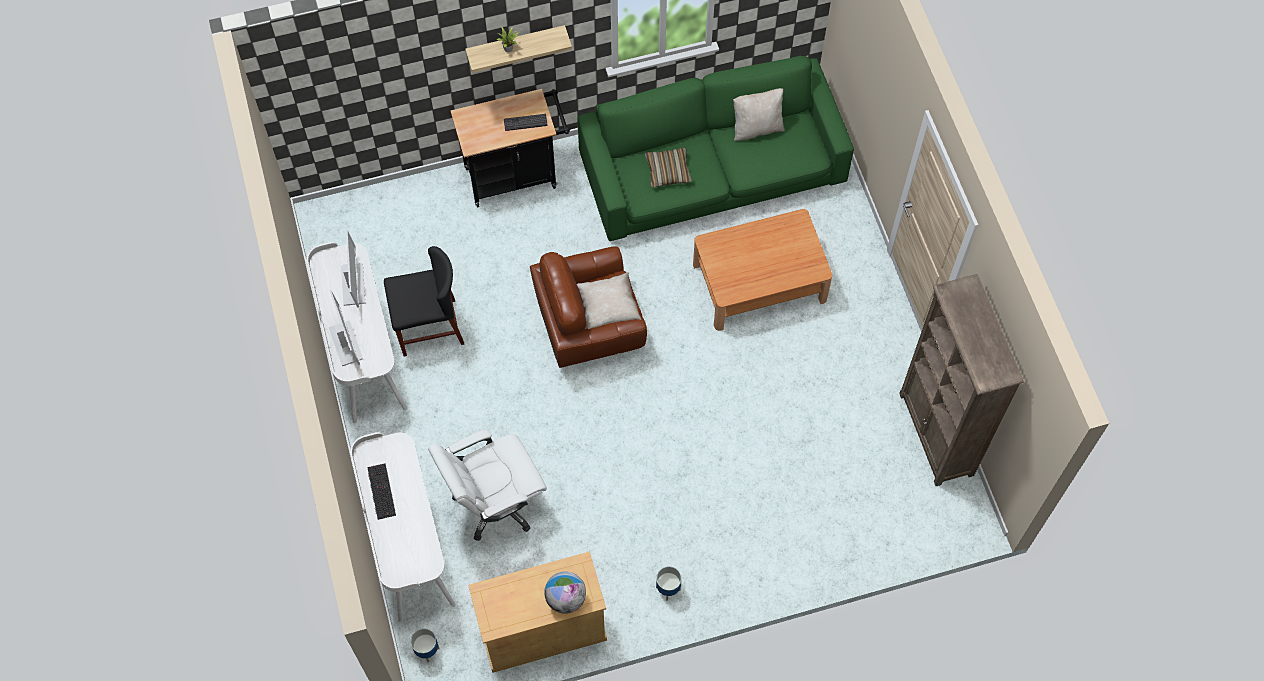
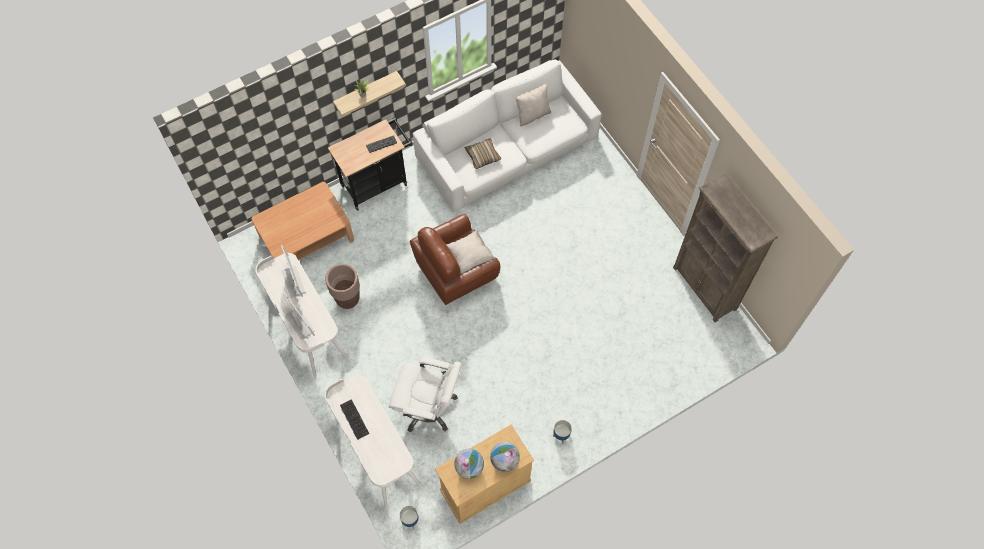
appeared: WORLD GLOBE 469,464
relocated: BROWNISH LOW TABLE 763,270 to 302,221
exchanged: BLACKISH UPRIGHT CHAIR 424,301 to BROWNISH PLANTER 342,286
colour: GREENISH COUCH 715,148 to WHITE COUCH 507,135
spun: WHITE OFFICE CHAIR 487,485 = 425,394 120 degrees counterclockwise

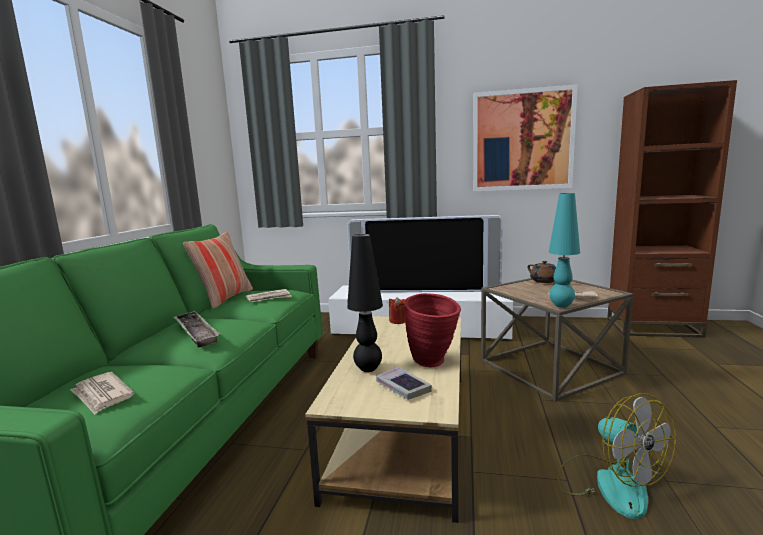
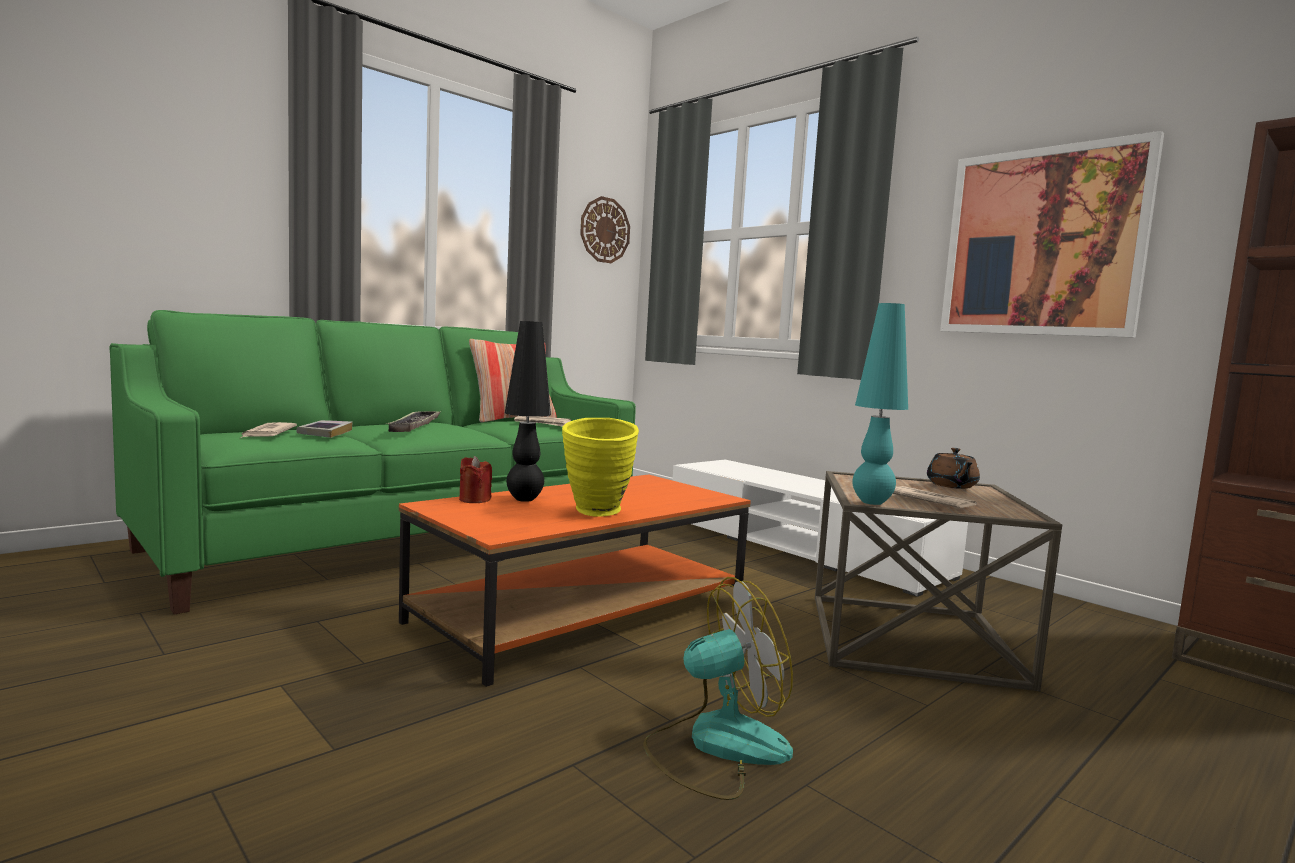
missing: TV 425,253
appeared: HANGING CLOCK 605,229
relocated: BOOK 404,383 to 324,429; REDDISH CANDLE 397,310 to 475,479
colour: SAND-COLOURED LOW TABLE 383,419 to ORANGEY LOW TABLE 575,580; REDDISH FLOWER VASE 433,330 to YELLOW FLOWER VASE 600,467
spun: COOLING FAN 616,456 = 718,688 120 degrees counterclockwise

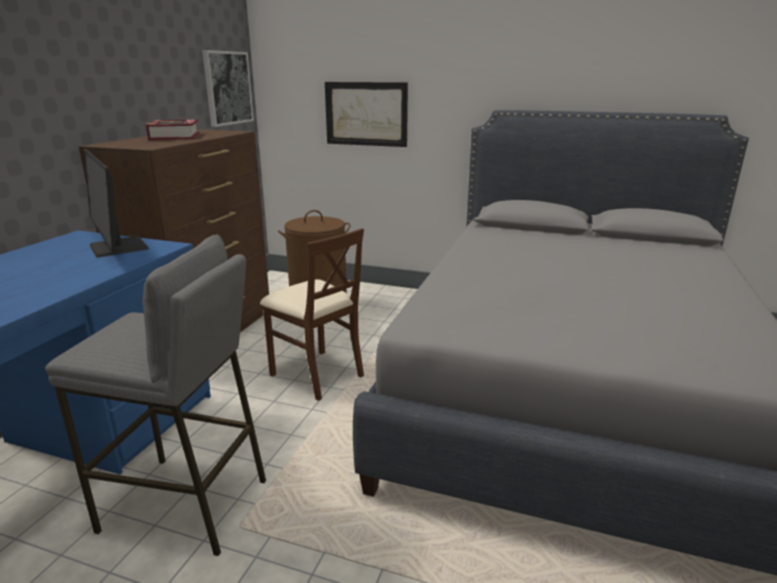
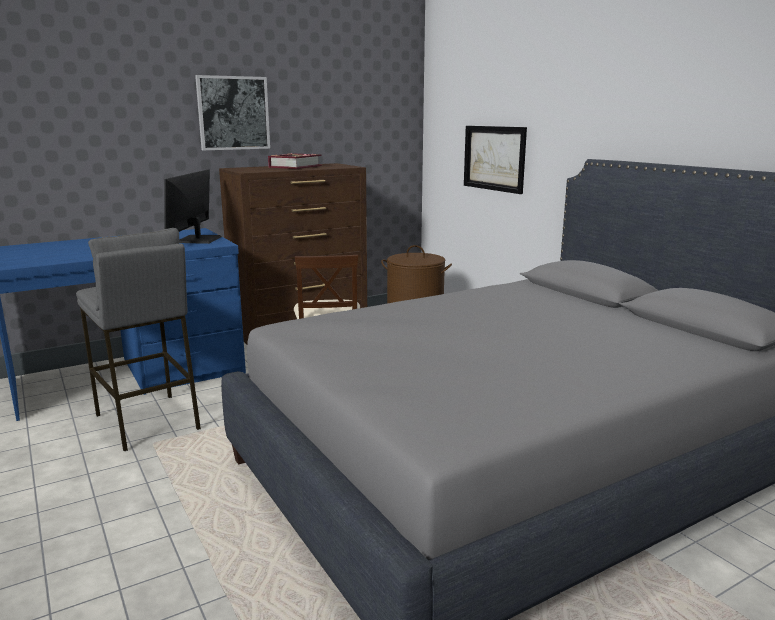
relocated: WALL ART 228,88 to 232,112

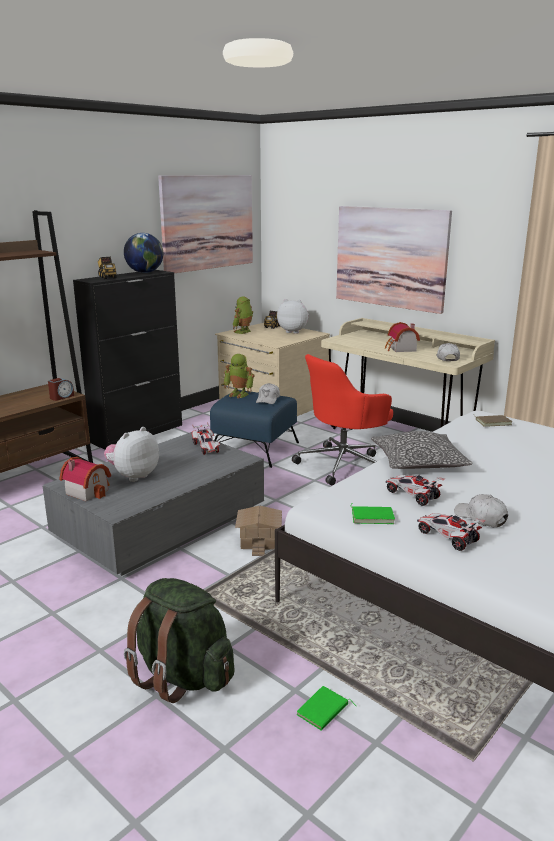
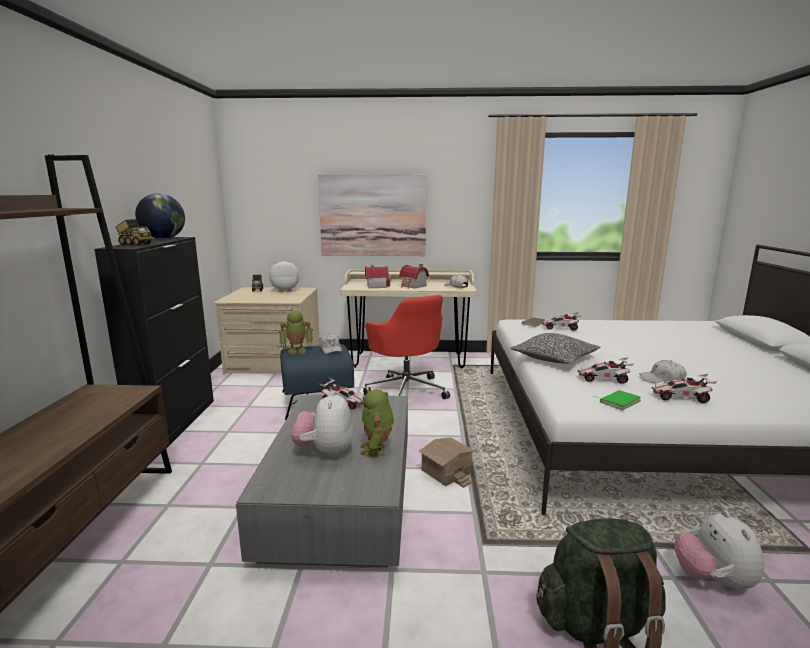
missing: ALARM CLOCK 61,389; WALL ART 205,224
appeared: MINIATURE CAR 562,321
relocated: MODEL HOUSE 85,479 to 377,276; ROBOT FIGURE 243,315 to 377,423
exchanged: GREENISH BOOK 326,708 to CUDDLY TOY 719,550
spun: REDDISH OFFICE CHAIR 342,419 = 406,347 45 degrees counterclockwise

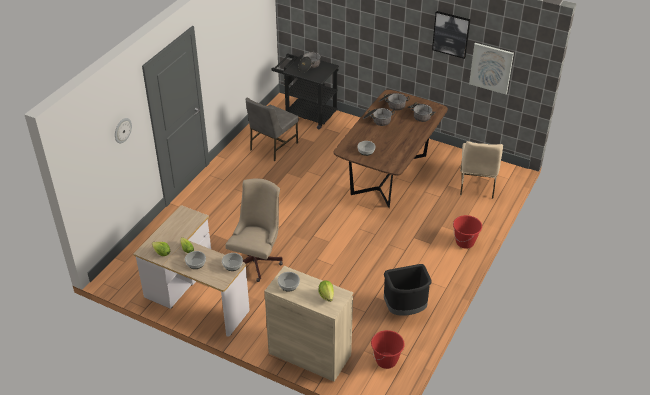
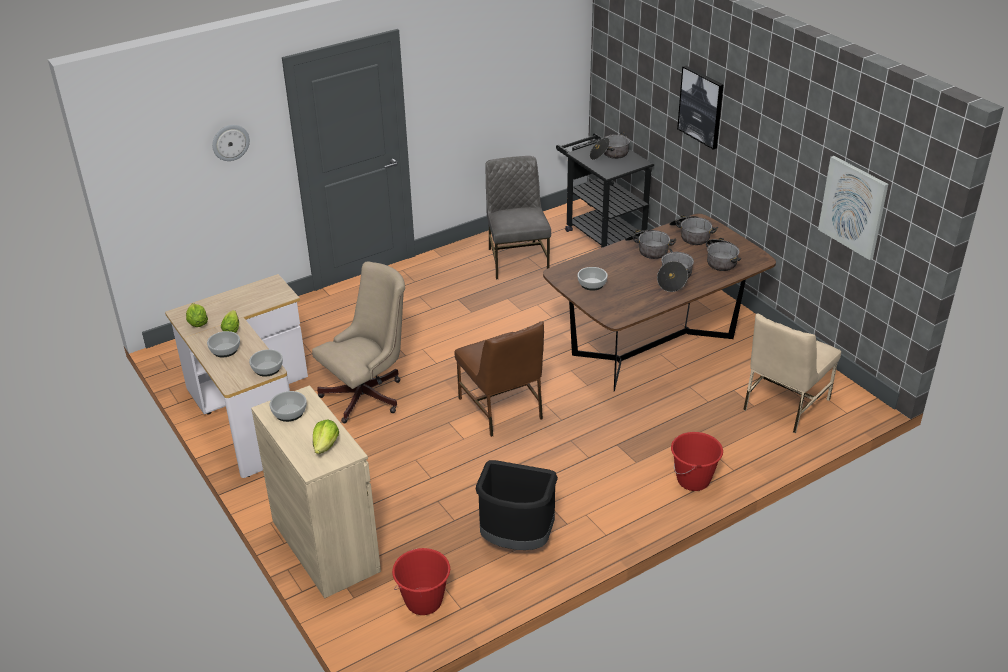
appeared: BROWNISH UPRIGHT CHAIR 499,379; COOKING POT 675,270
relocated: WALL ART 451,35 to 700,108
spun: GREY UPRIGHT CHAIR 272,129 = 518,217 105 degrees clockwise

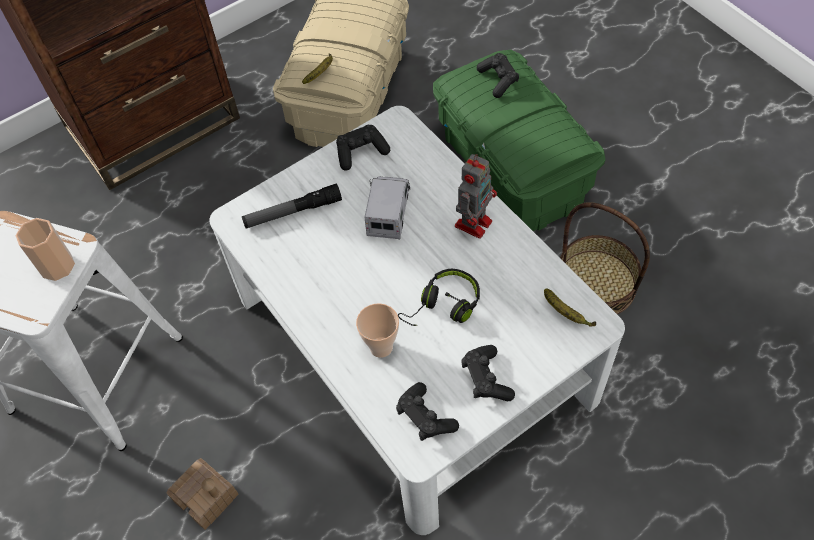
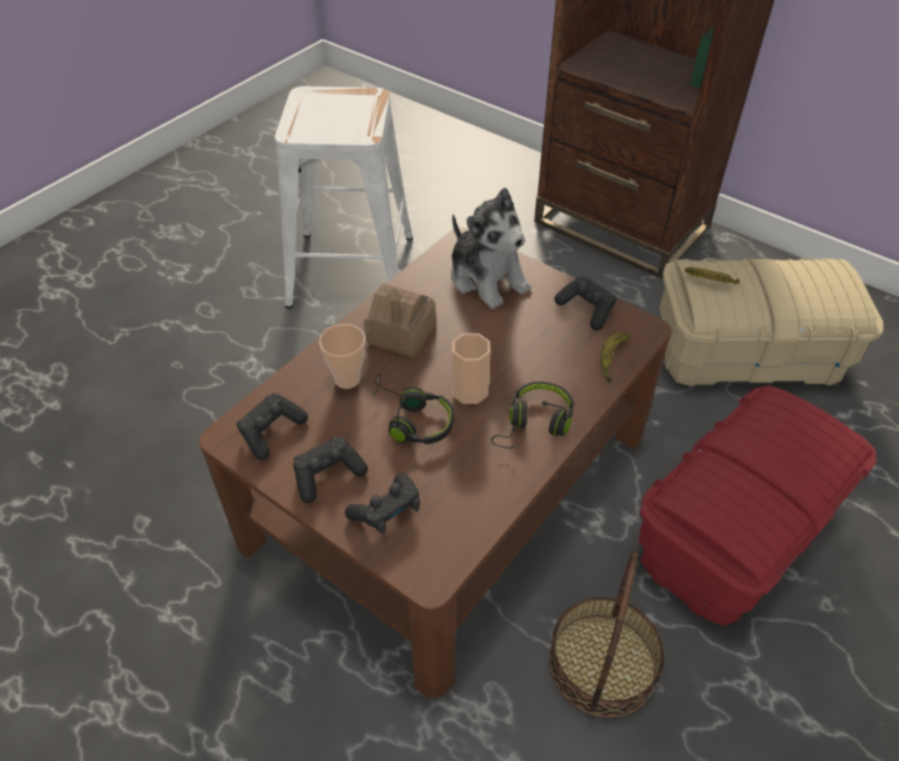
missing: TOY TRUCK 387,208
relocated: SMALL CUP 45,249 to 471,368; MODEL HOUSE 202,494 to 400,320; BLACKISH JOYPAD 498,75 to 382,503; BANANA FRUIT 570,308 to 615,357
exchanged: HAND TORCH 292,206 to CUDDLY TOY 491,248; ROBOT FIGURE 476,196 to BLACKISH HEADPHONES 532,415
colour: WHITE LOW TABLE 417,320 to BROWNISH LOW TABLE 435,463; GREENISH STORAGE BOX 519,140 to REDDISH STORAGE BOX 757,505

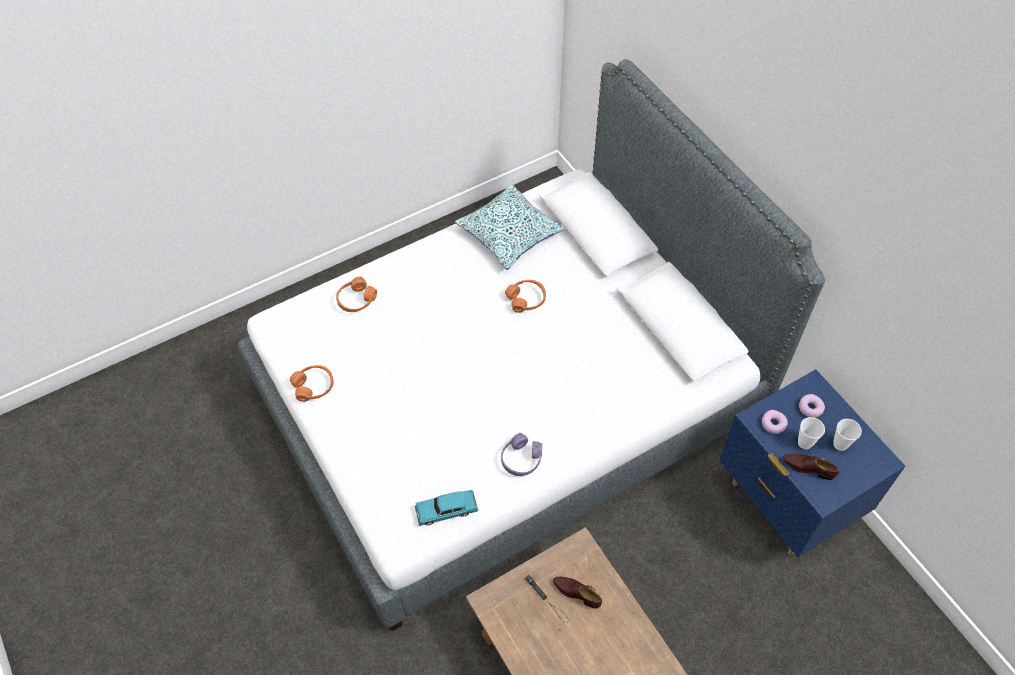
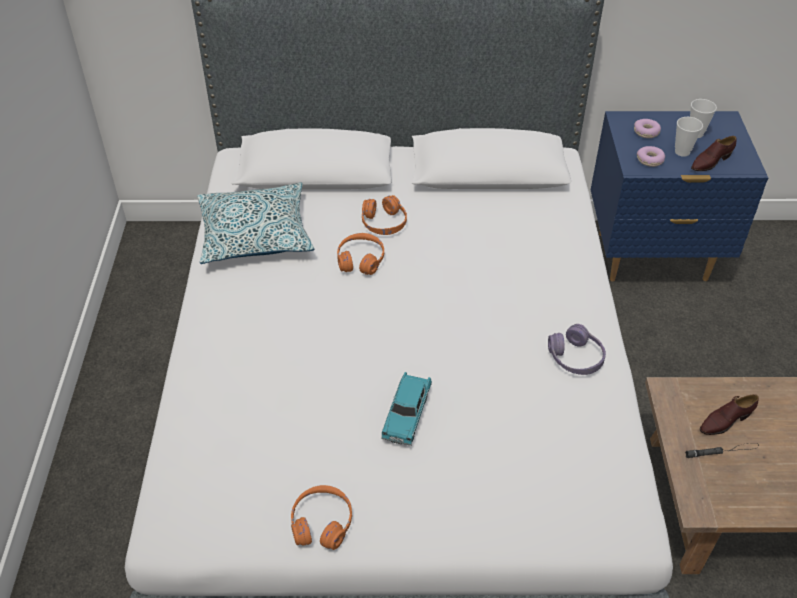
relocated: ORANGEY HEADPHONES 356,294 to 384,215; BLUE-GREEN MINIATURE CAR 446,508 to 406,409

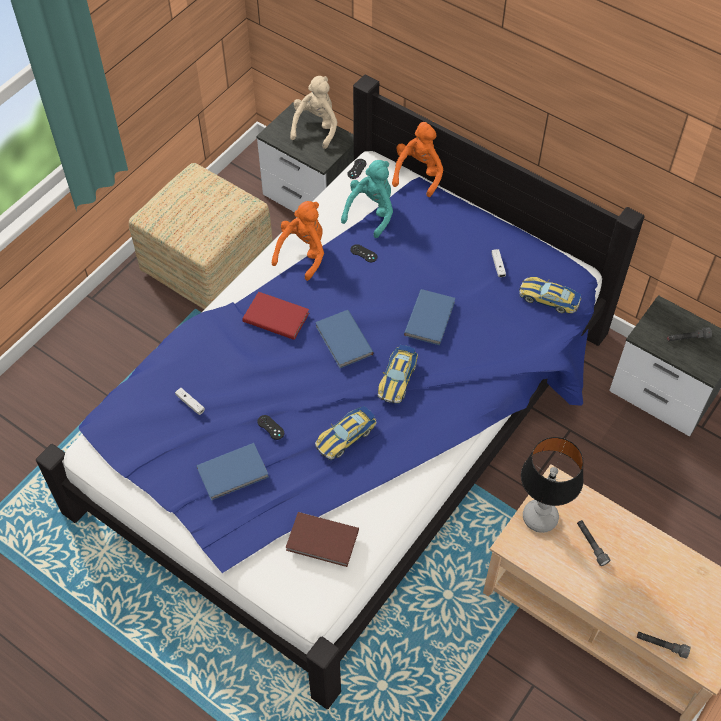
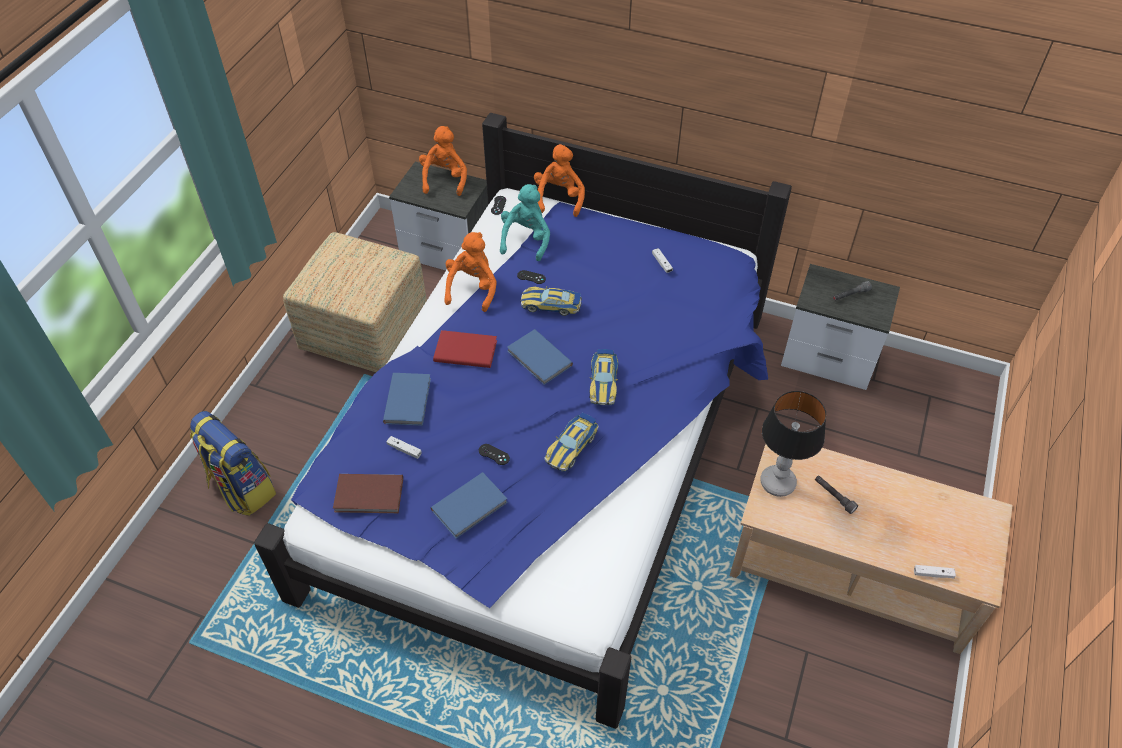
appeared: BACKPACK 233,463
relocated: BROWNISH BOOK 322,539 to 368,493; BLUISH BOOK 429,317 to 407,399; MINIATURE CAR 550,295 to 551,301
exchanged: GREY HAND TORCH 664,645 to WHITE JOYPAD 935,571
colour: SAND-COLOURED CUDDLY TOY 313,112 to ORANGEY CUDDLY TOY 443,161

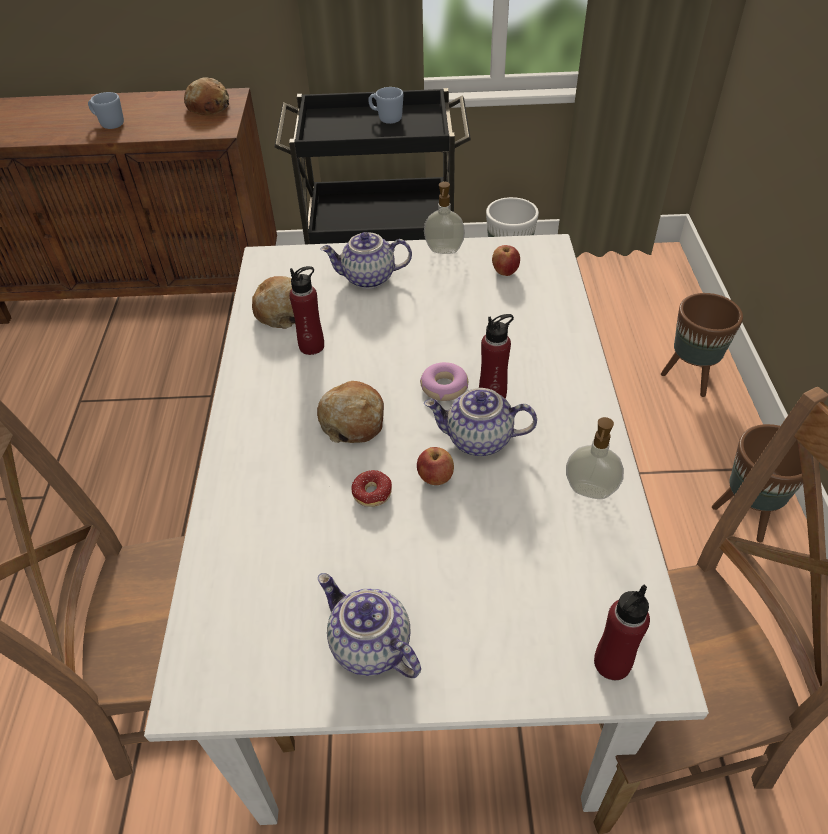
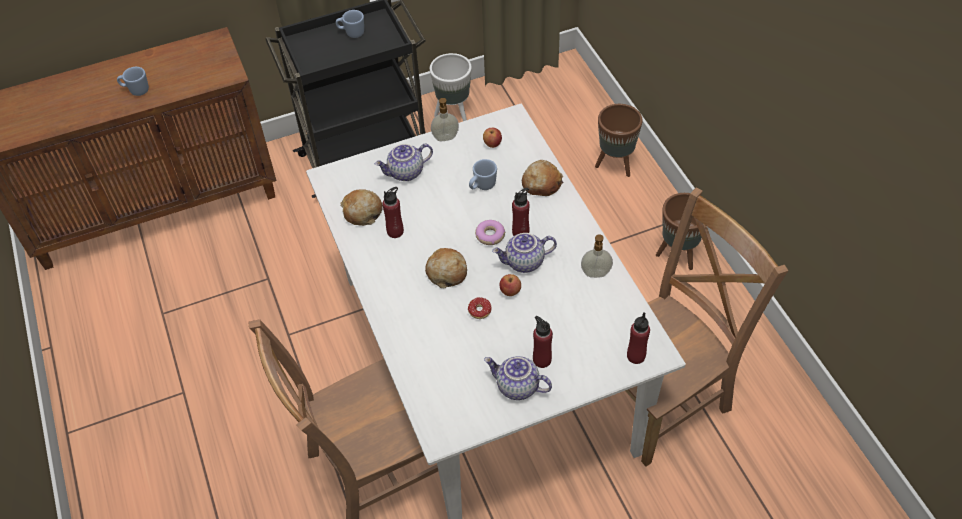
appeared: BLUISH COFFEE MUG 483,174; REDDISH BOTTLE 543,342
relocated: BREAD 206,97 to 542,178

